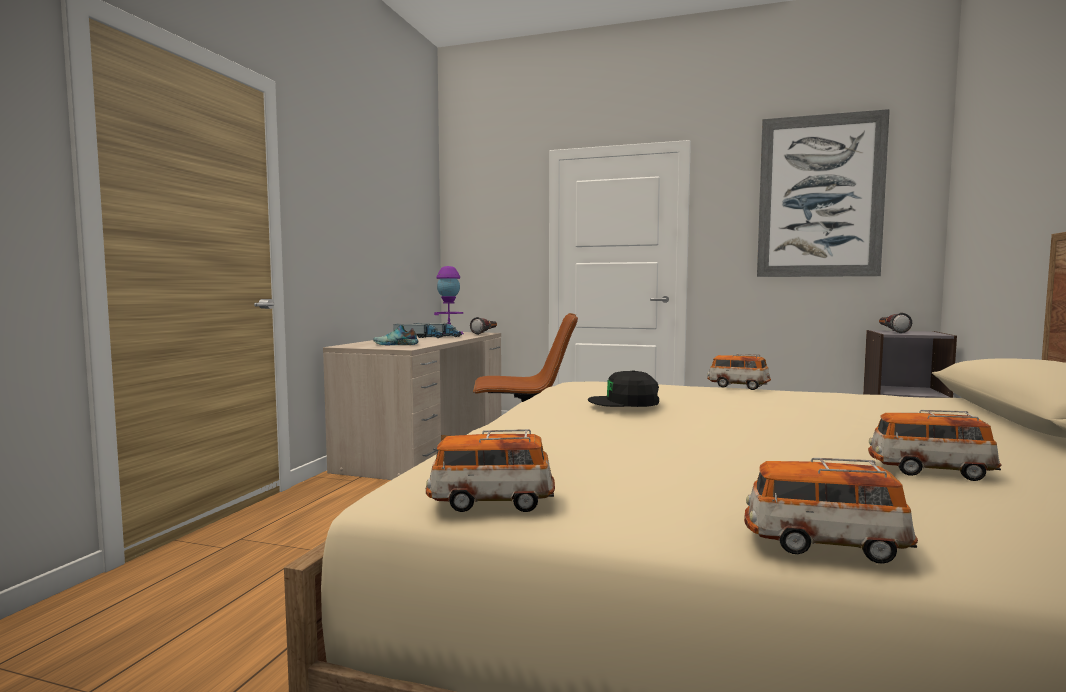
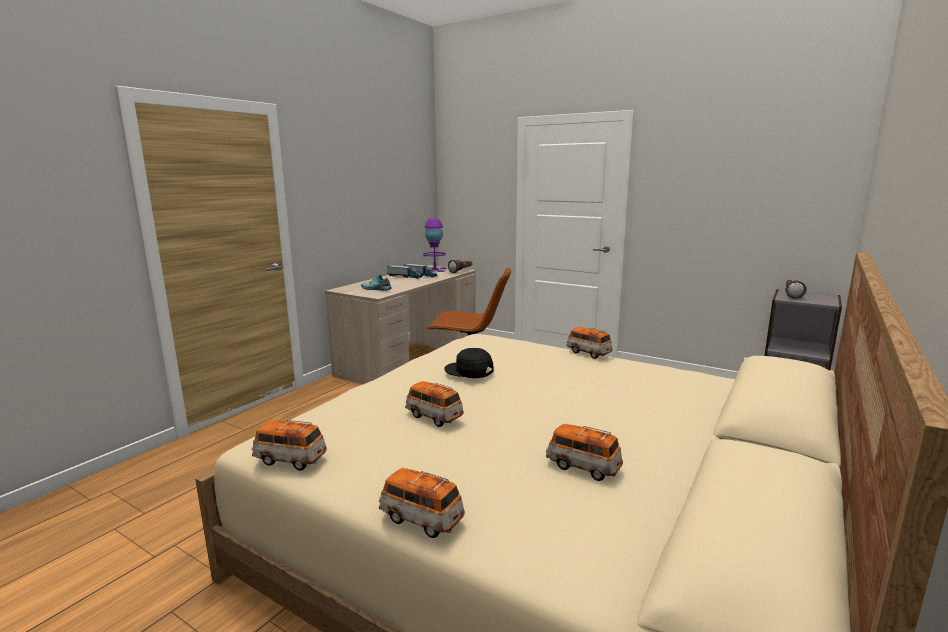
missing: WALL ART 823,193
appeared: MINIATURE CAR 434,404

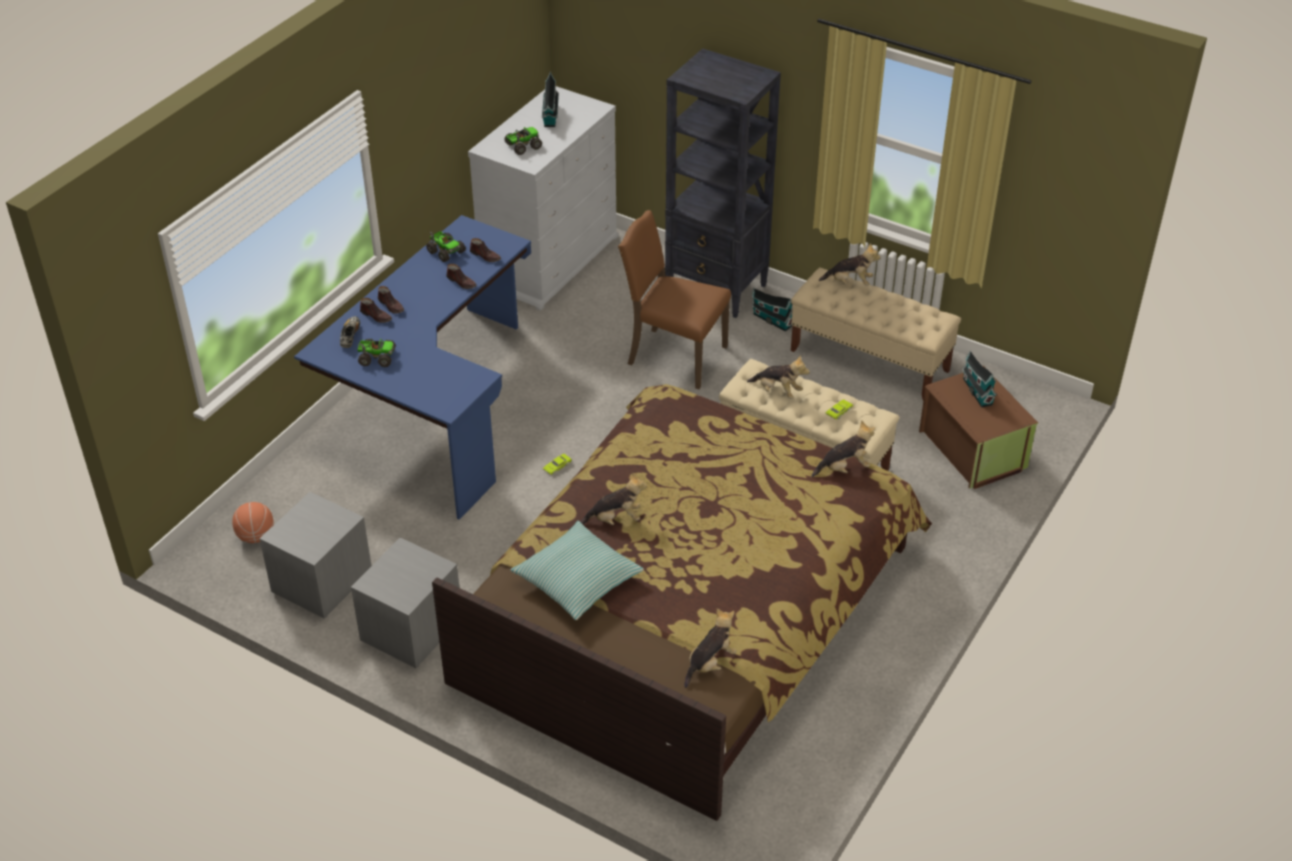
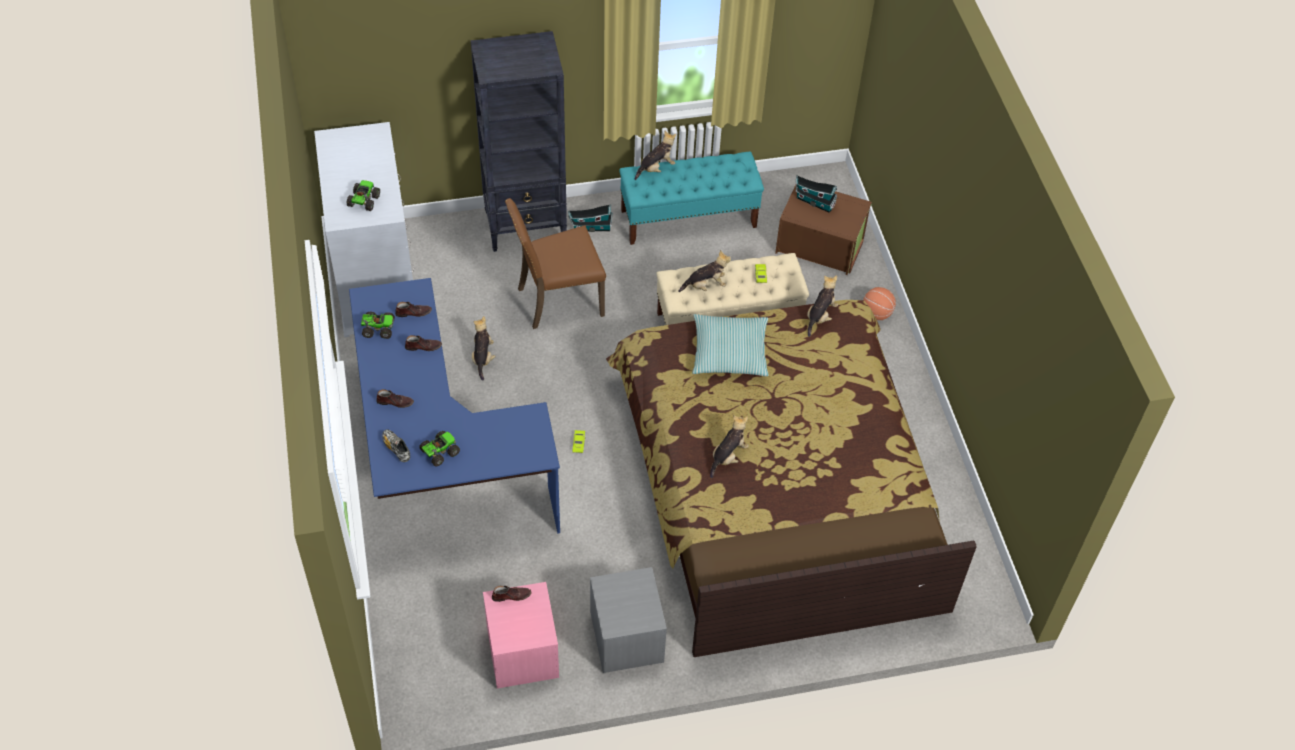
missing: MODEL HOUSE 550,99
relocated: BALL FOR BASKETBALL 253,522 to 879,303; BROWNISH LOW SHOE 376,310 to 512,594; THROW PILLOW 577,570 to 730,345; CUDDLY TOY 710,648 to 484,348
colour: GREY BEDSIDE TABLE 315,555 to PINK-COLOURED BEDSIDE TABLE 521,635; SAND-COLOURED BENCH 876,334 to BLUE-GREEN BENCH 691,198

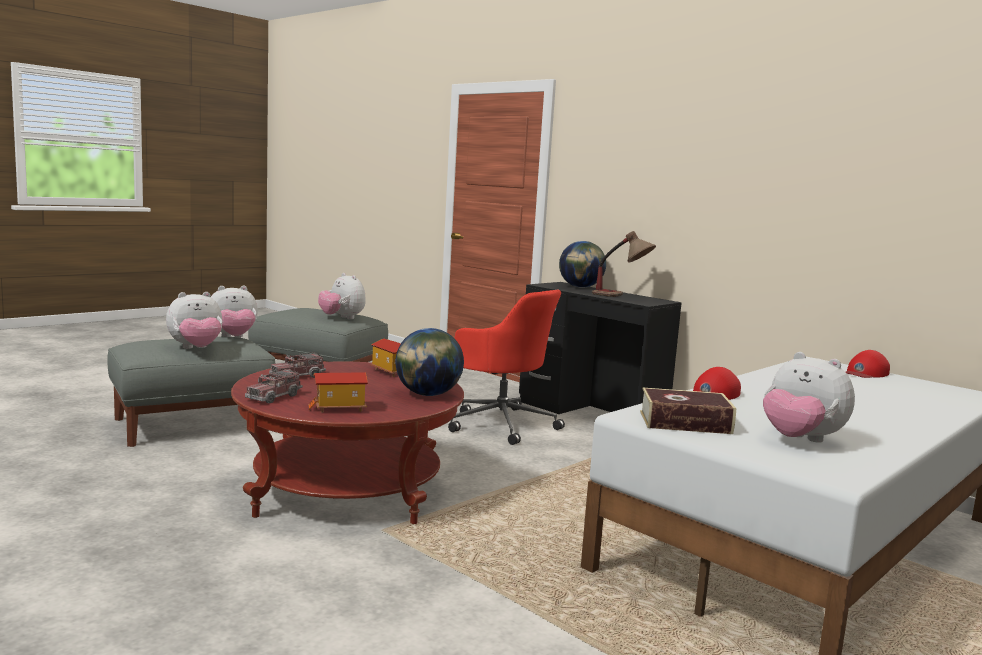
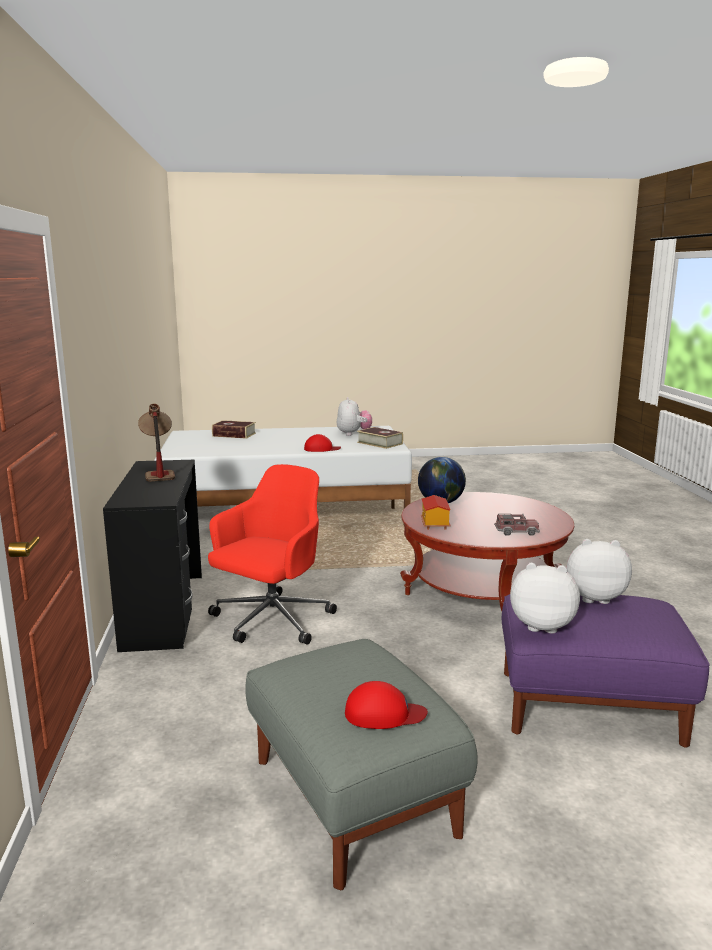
missing: TOY TRUCK 274,386; MODEL HOUSE 338,392; CUDDLY TOY 342,296; WORLD GLOBE 582,264
appeared: BOOK 234,429
relocated: REDDISH CAP 868,364 to 386,705
colour: GREY OTTOMAN 191,392 to PURPLE-COLOURED OTTOMAN 606,671
spun: REDDISH OFFICE CHAIR 506,367 = 272,554 45 degrees clockwise

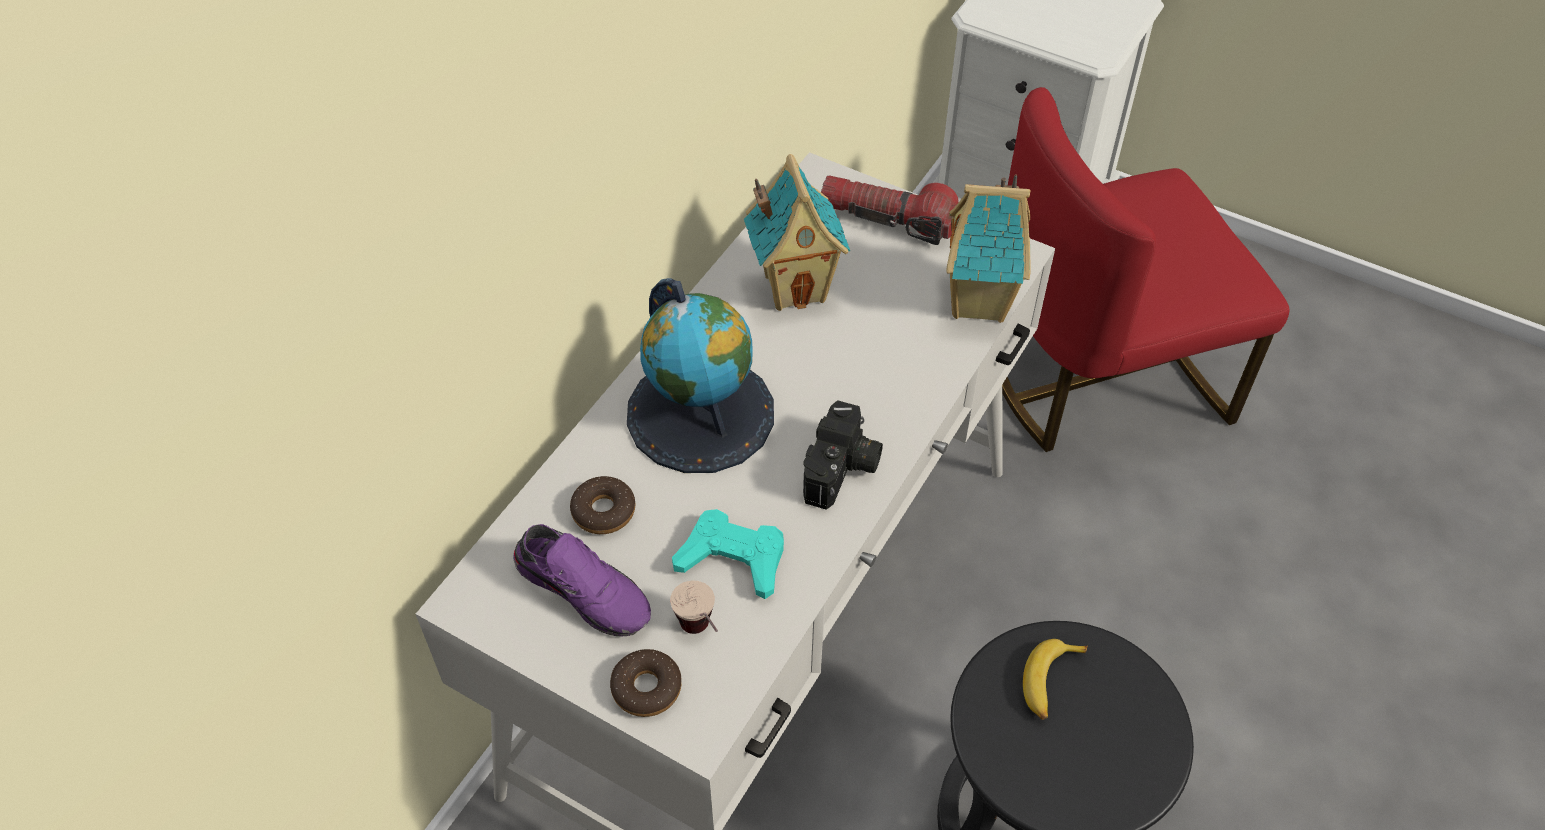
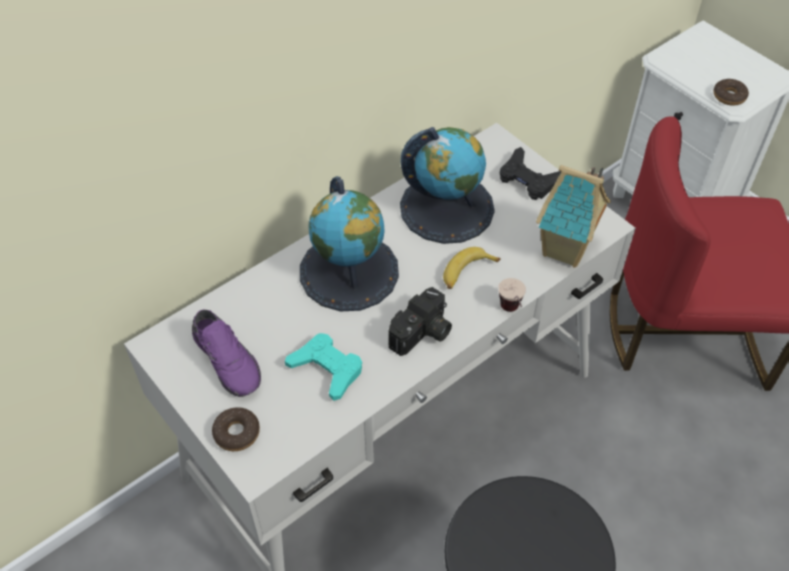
relocated: DONUT 602,505 to 731,92; SMALL CUP 694,607 to 512,295; BANANA FRUIT 1055,679 to 472,268
exchanged: MODEL HOUSE 797,232 to WORLD GLOBE 447,185; HAND TORCH 889,210 to BLACKISH JOYPAD 530,173

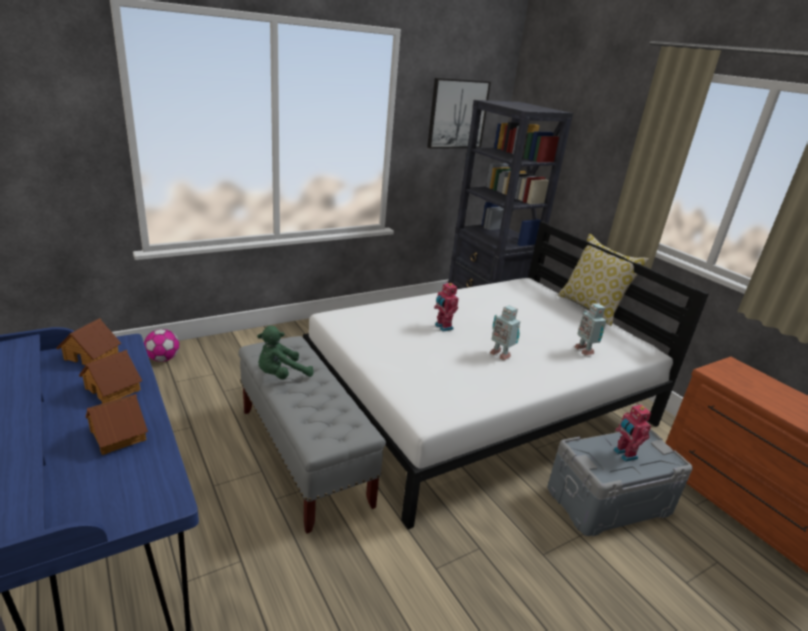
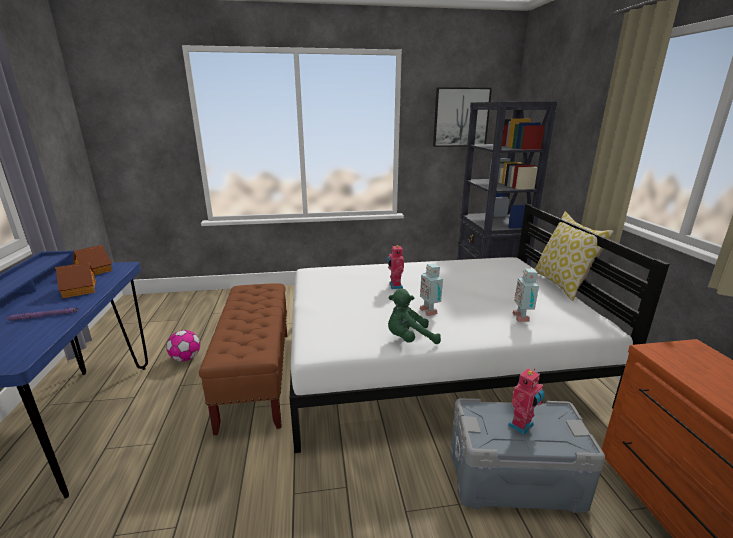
relocated: BALL FOR FOOTBALL 161,345 to 183,345; GREENISH CUDDLY TOY 285,352 to 414,316
exchanged: MODEL HOUSE 117,424 to PURPLE-COLOURED HAND TORCH 43,314
colour: GREY BENCH 312,435 to BROWNISH BENCH 243,359
spun: ROBOT FIGURE 632,432 = 526,401 135 degrees counterclockwise

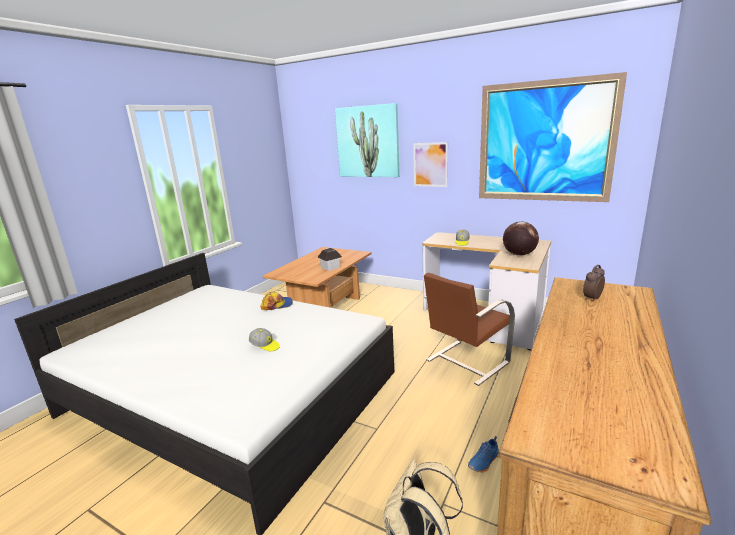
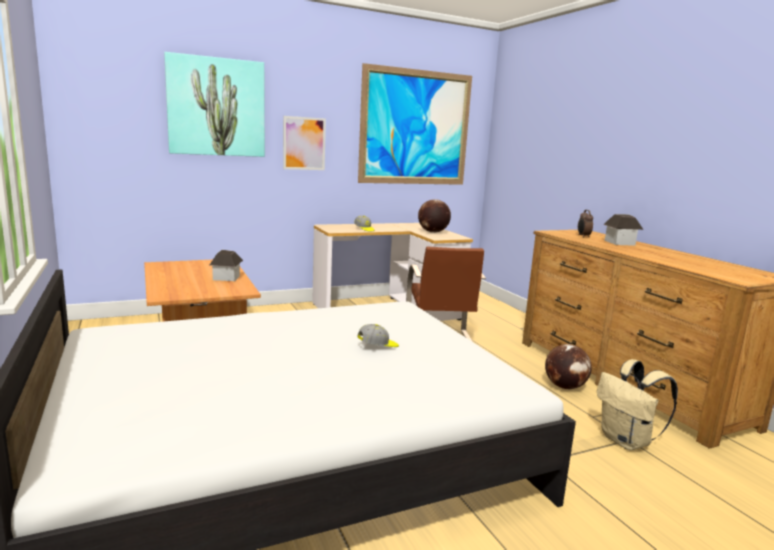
missing: CAP 276,301
appeared: MODEL HOUSE 623,230
exchanged: BLUISH LOW SHOE 483,454 to WORLD GLOBE 568,366

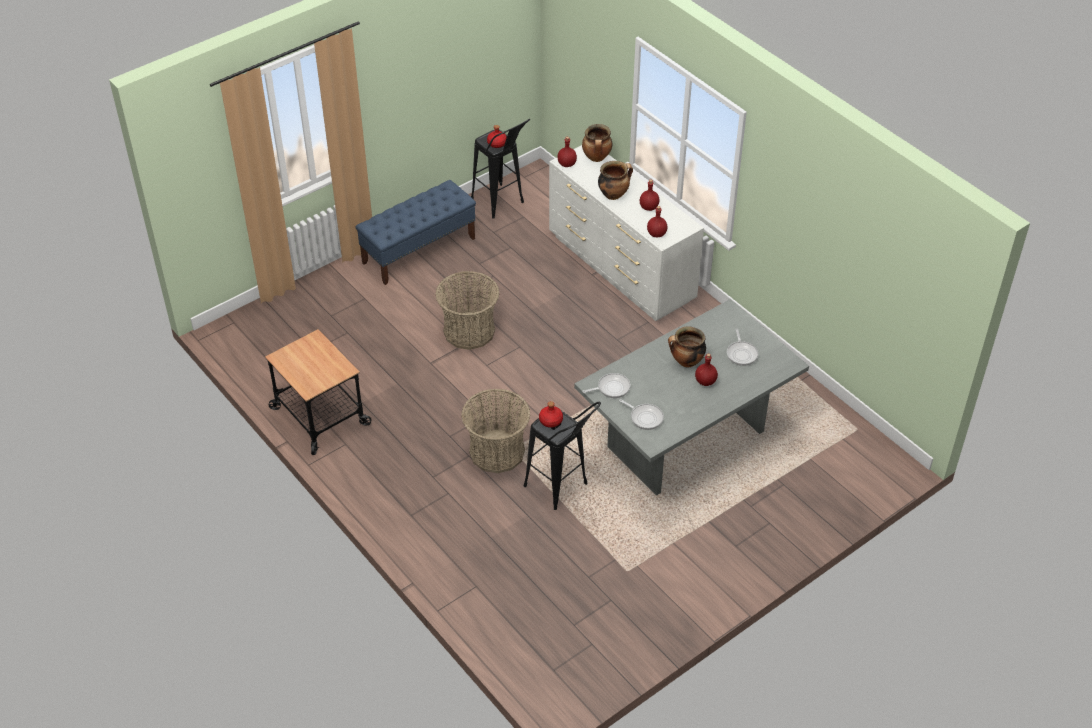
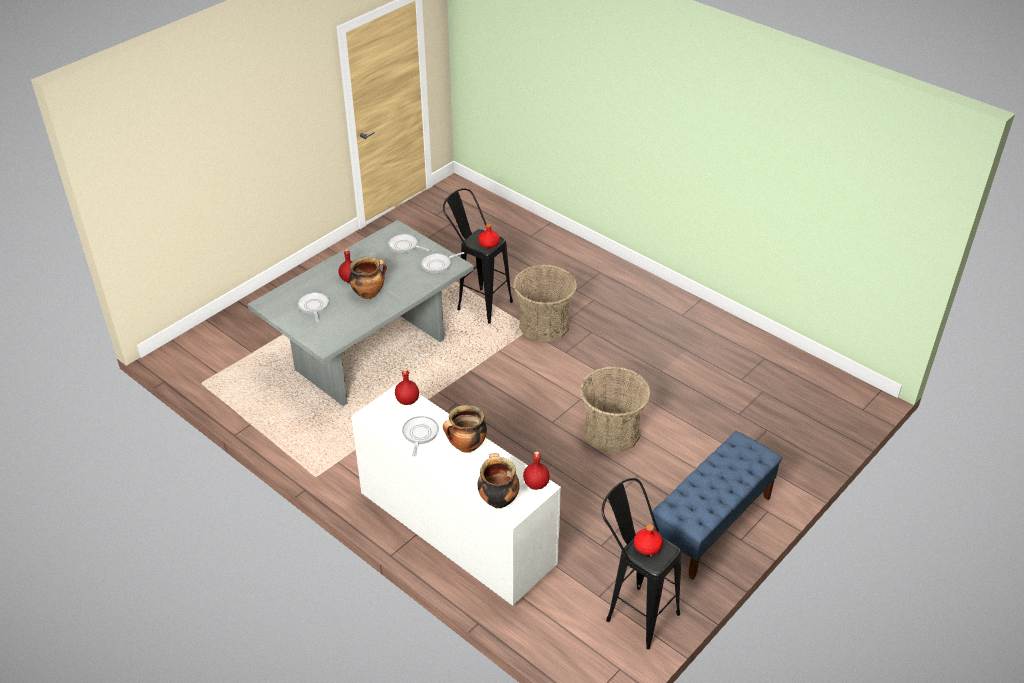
missing: TROLLEY 318,392
exchanged: REDDISH BOTTLE 649,195 to FRYING PAN 420,436

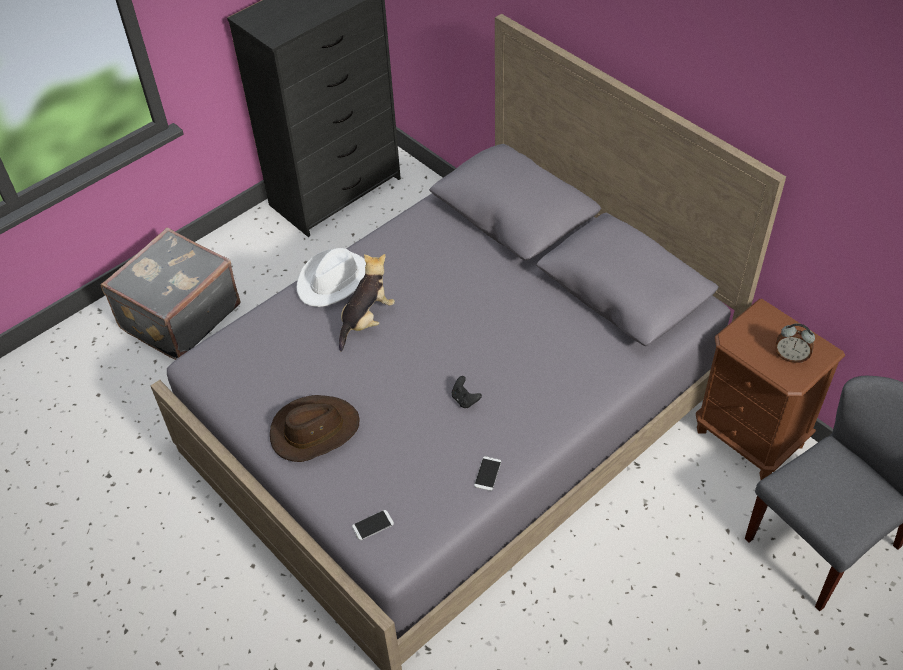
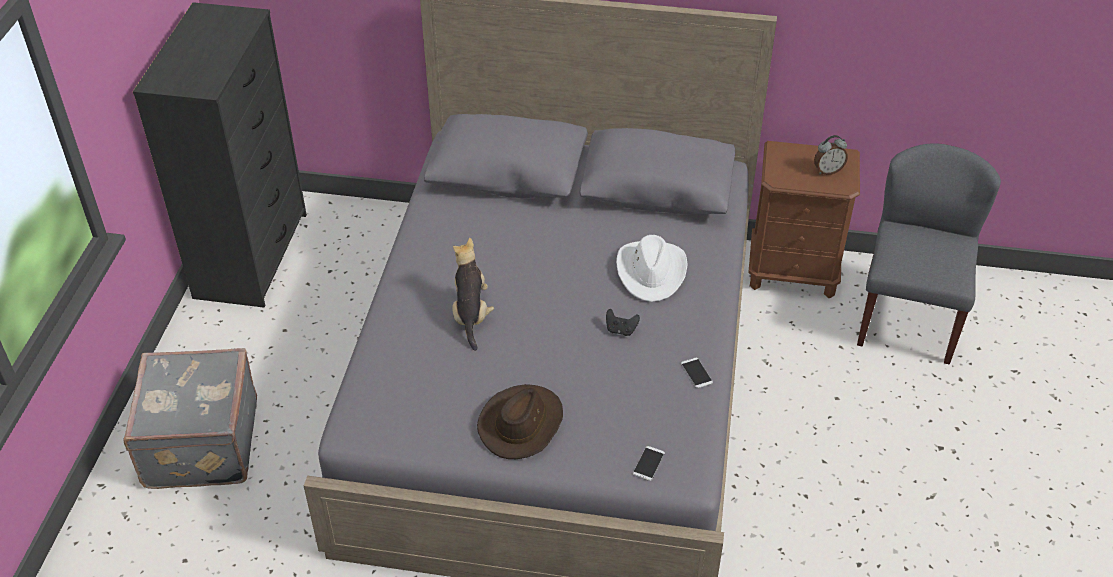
relocated: WHITE HAT 331,277 to 652,268

